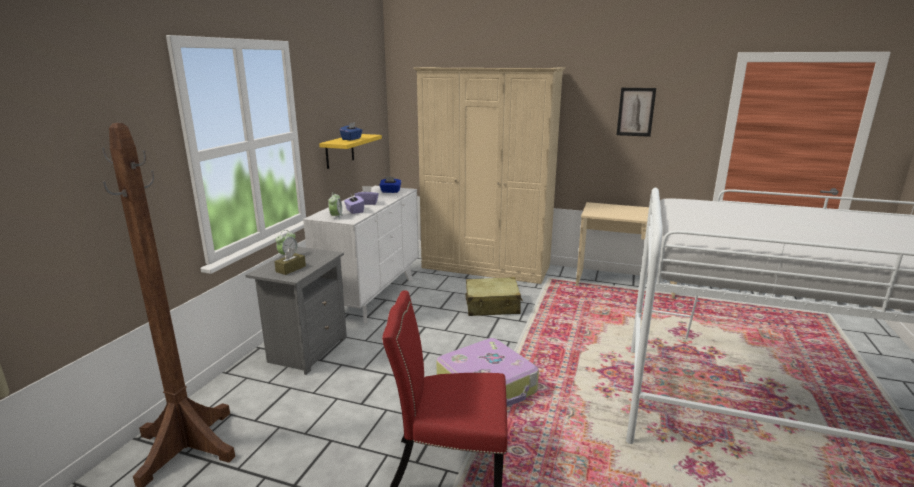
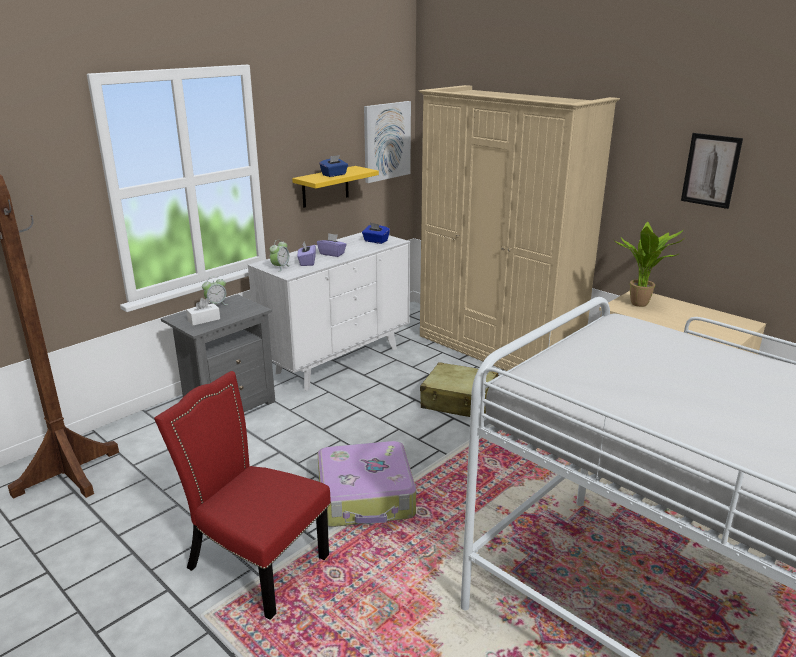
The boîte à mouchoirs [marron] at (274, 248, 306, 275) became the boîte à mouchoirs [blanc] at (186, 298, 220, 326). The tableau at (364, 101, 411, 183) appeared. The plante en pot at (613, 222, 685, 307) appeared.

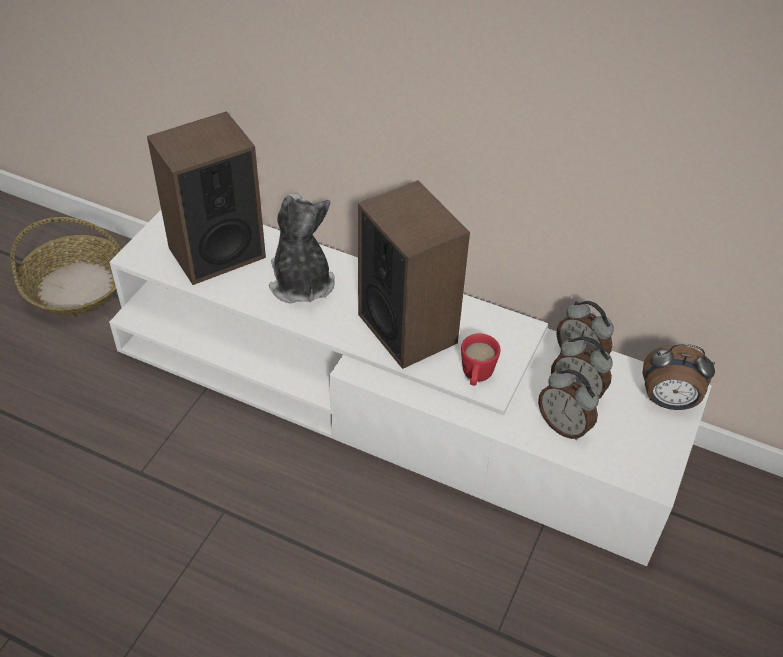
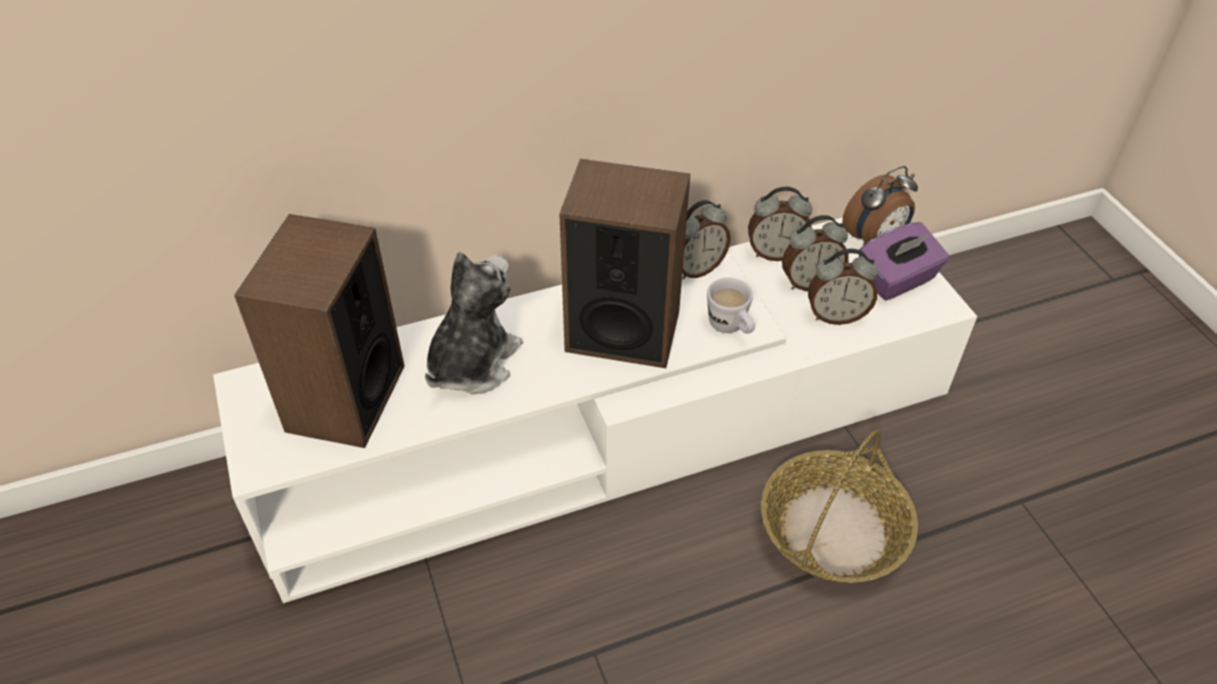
The peluche at (269, 193, 335, 303) turned 90 degrees clockwise. The panier moved from (10, 217, 122, 316) to (761, 430, 918, 583). The mug [rouge] at (461, 334, 500, 386) became the mug [blanc] at (707, 277, 755, 334). The réveil at (682, 200, 731, 280) appeared. The boîte à mouchoirs [violet] at (859, 222, 950, 300) appeared.

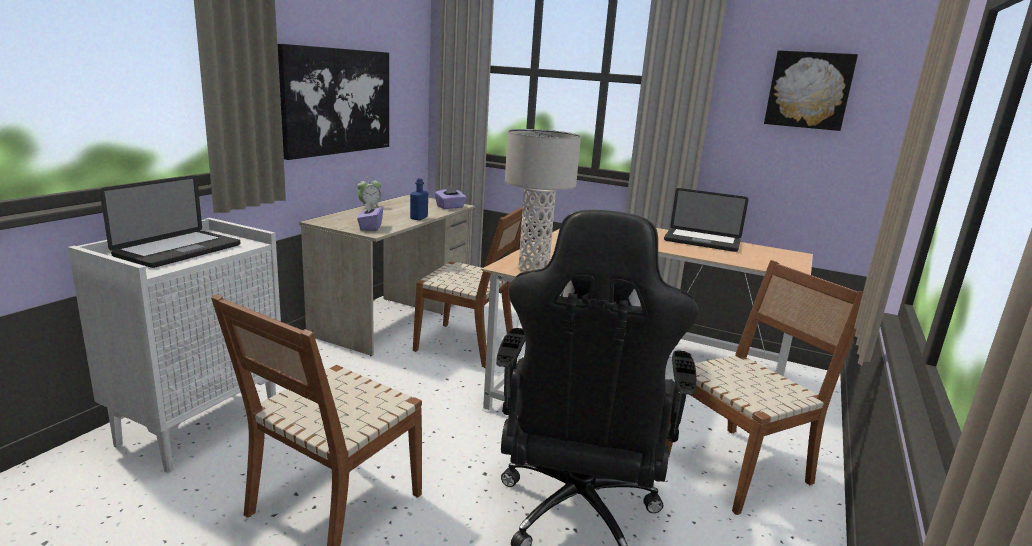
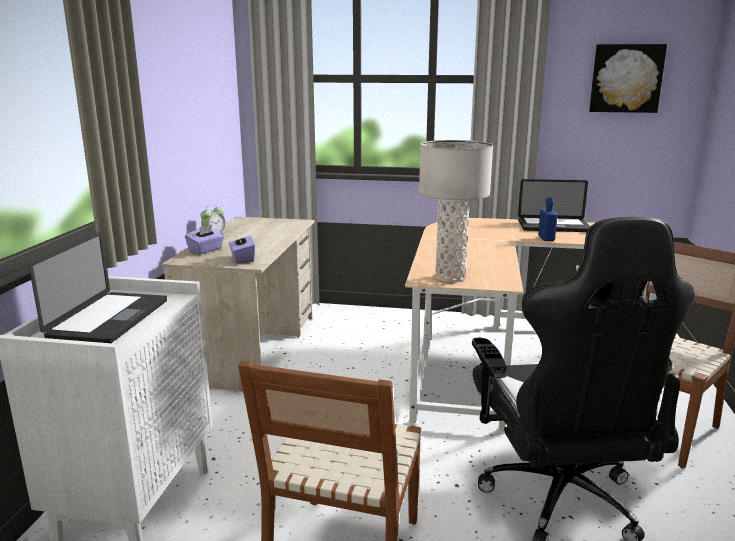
The tableau at (277, 44, 389, 160) disappeared. The bouteille [bleu] moved from (410, 178, 428, 220) to (538, 196, 558, 241). The boîte à mouchoirs [violet] moved from (435, 186, 467, 209) to (185, 225, 224, 254). The chaise at (413, 206, 529, 368) disappeared.

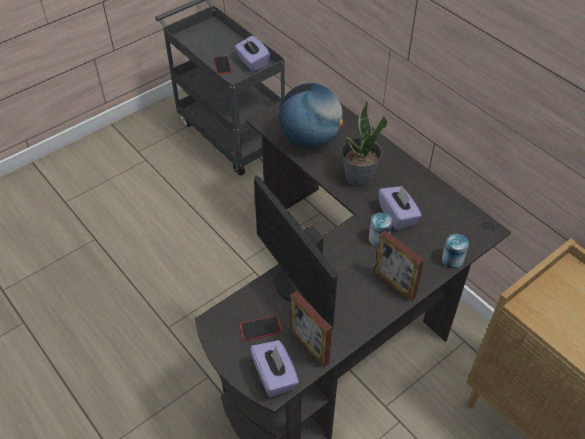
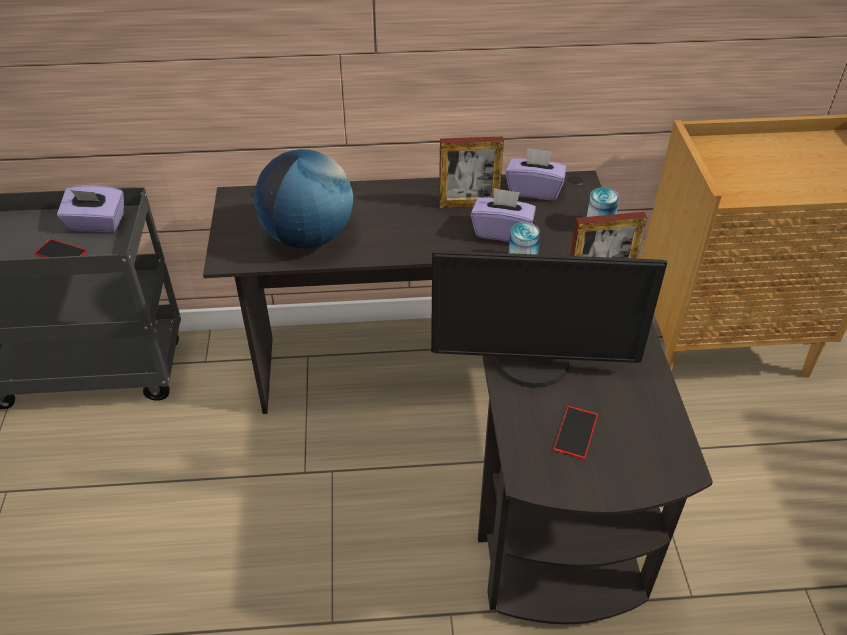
The plante en pot at (341, 100, 387, 187) disappeared. The cadre photo moved from (291, 291, 332, 367) to (439, 137, 504, 208). The boîte à mouchoirs [violet] moved from (250, 340, 299, 398) to (506, 148, 566, 200).

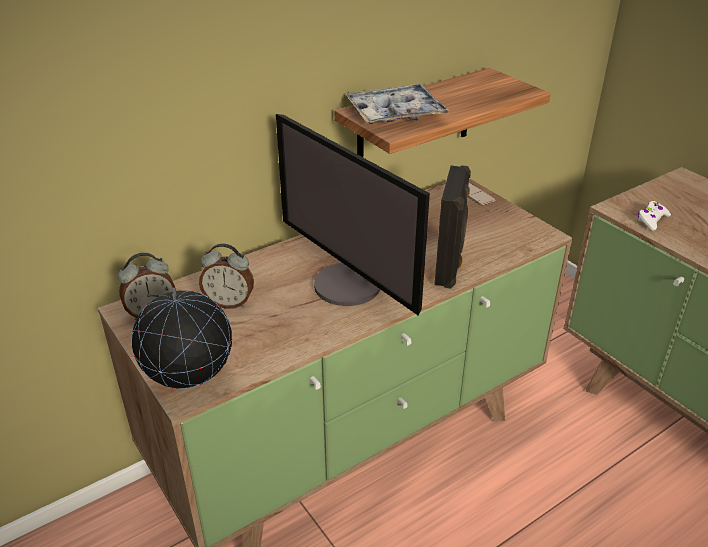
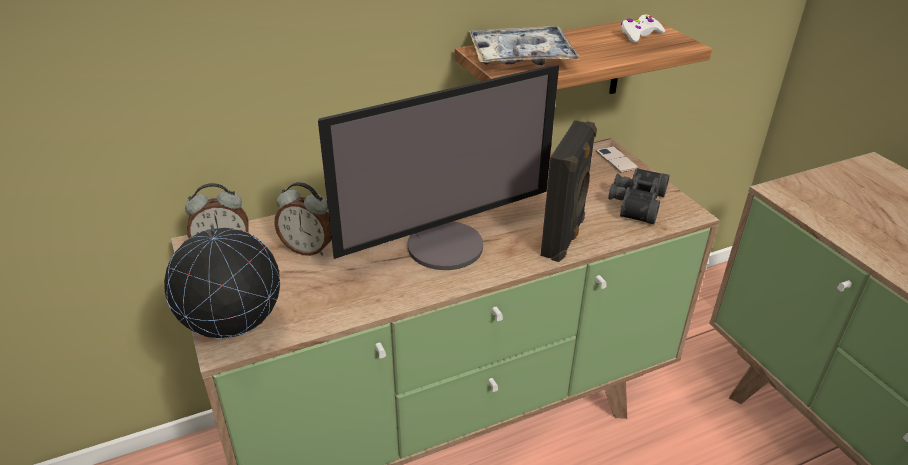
The écran d'ordinateur at (276, 114, 430, 316) turned 90 degrees counterclockwise. The manette [blanc] moved from (638, 201, 671, 231) to (621, 15, 665, 43). The jumelles [noir] at (608, 168, 670, 224) appeared.

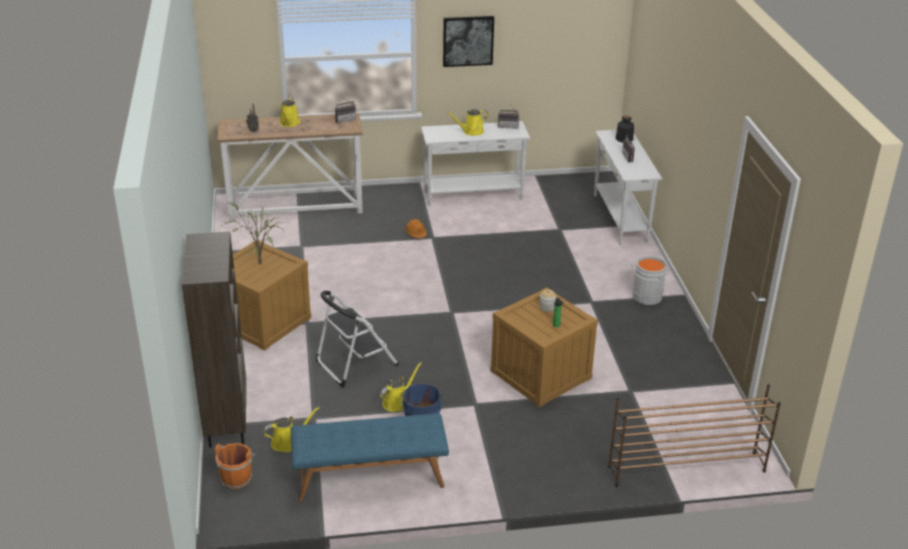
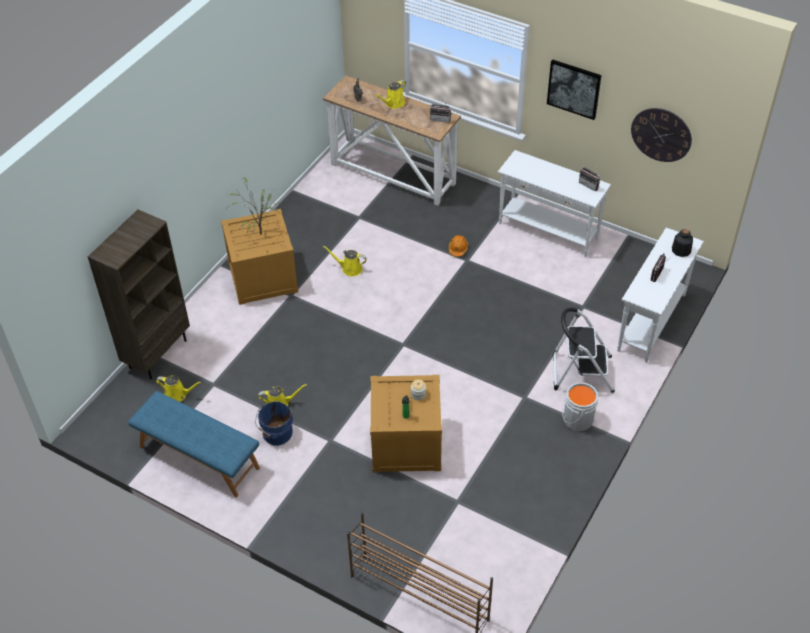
The arrosoir [jaune] moved from (448, 109, 488, 136) to (323, 246, 367, 276). The escabeau moved from (316, 291, 399, 388) to (553, 308, 615, 393). The seau [orange] at (215, 443, 255, 489) disappeared. The horloge murale at (631, 108, 692, 162) appeared.

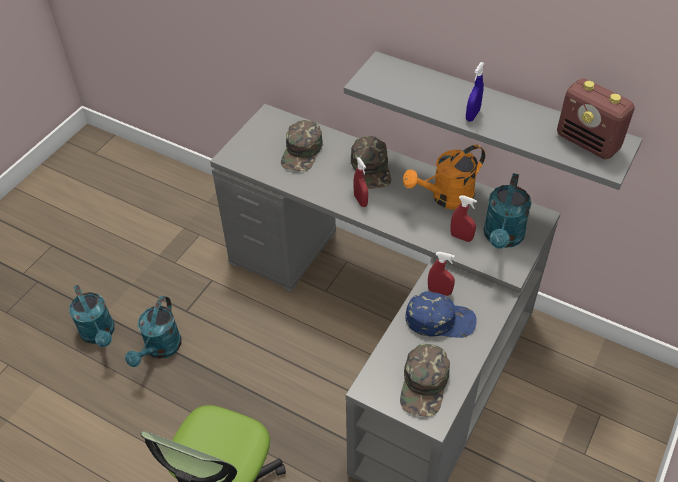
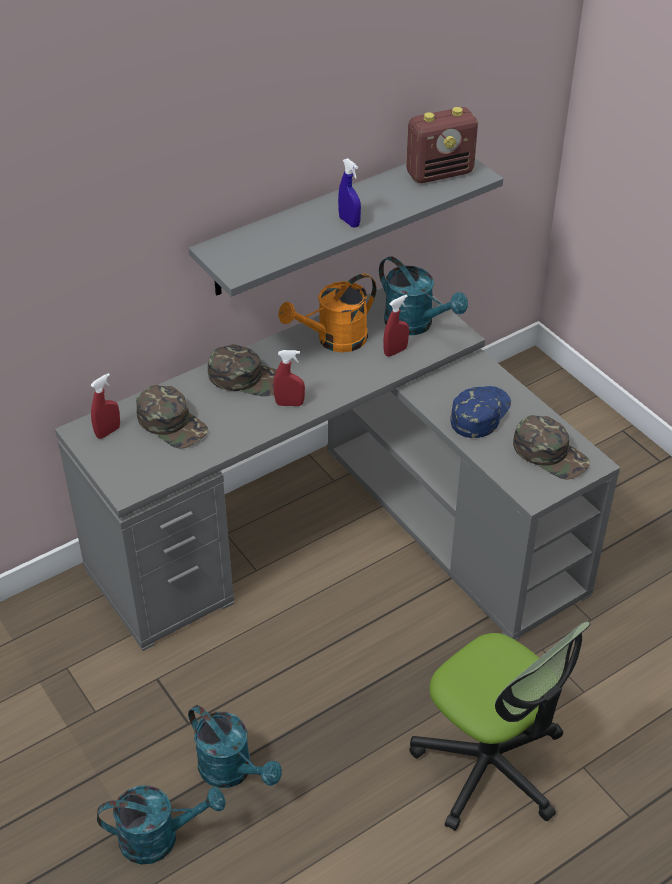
The arrosoir [orange] at (403, 145, 485, 210) turned 60 degrees clockwise. The vaporisateur [rouge] moved from (428, 252, 455, 296) to (90, 373, 120, 439).

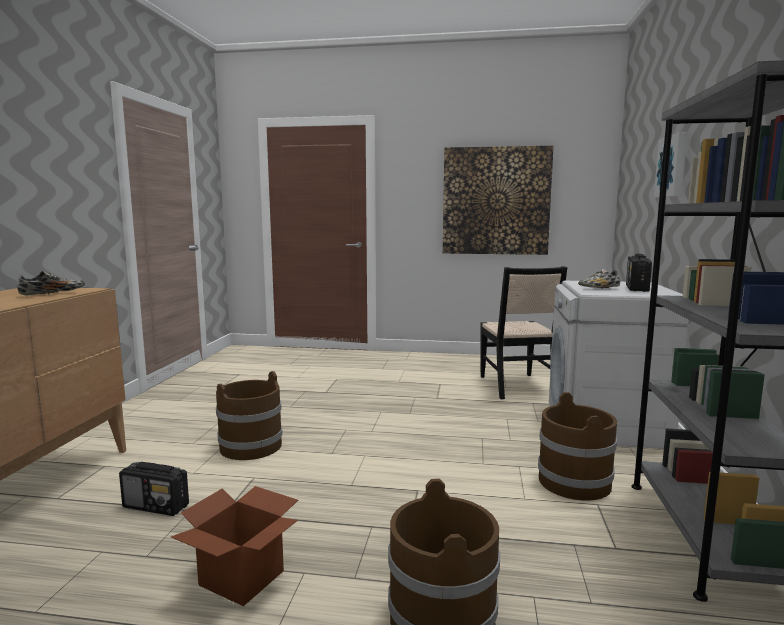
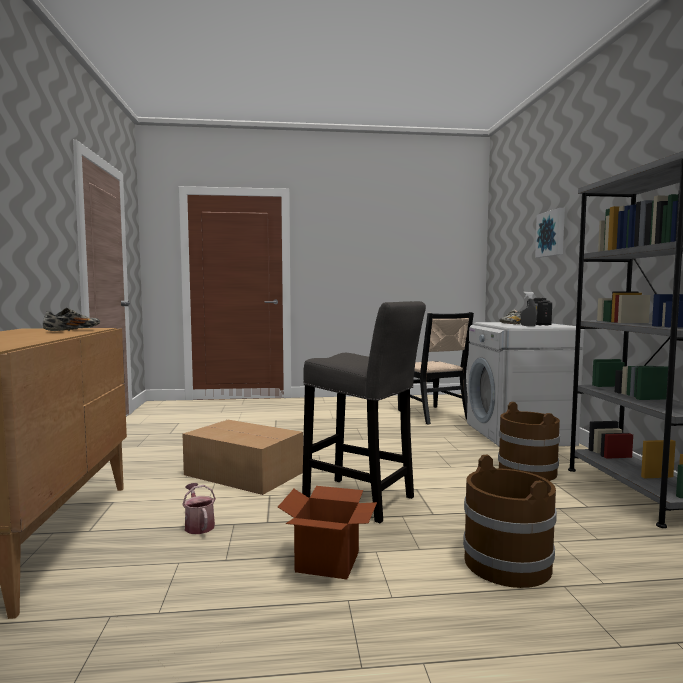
The tableau at (443, 146, 554, 255) disappeared. The seau [marron] at (216, 371, 282, 460) was replaced by the carton at (183, 420, 303, 495). The radio at (119, 462, 189, 516) was replaced by the arrosoir at (182, 483, 216, 534). The vaporisateur [gris] at (521, 292, 537, 326) appeared. The tabouret [gris] at (302, 301, 426, 523) appeared.

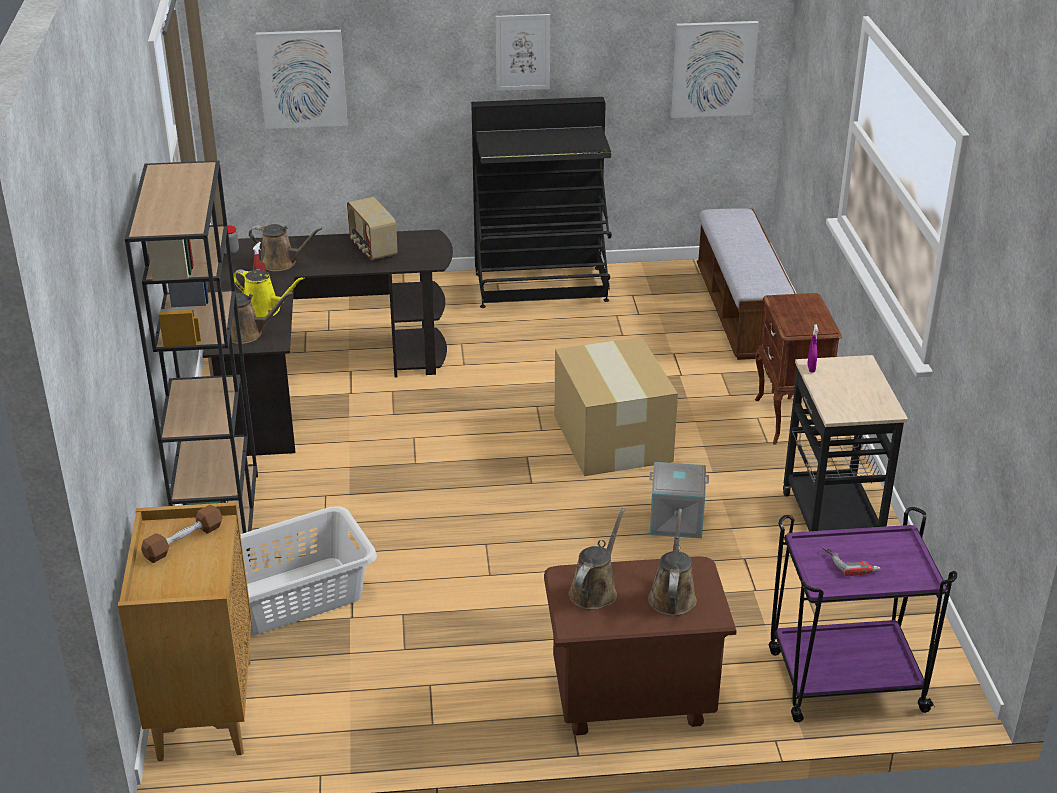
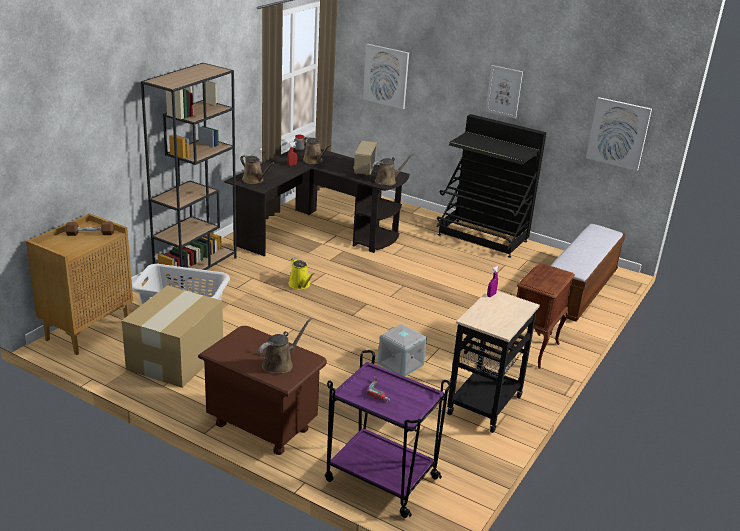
The arrosoir [jaune] moved from (233, 269, 304, 317) to (288, 258, 315, 290). The carton moved from (554, 337, 678, 476) to (122, 285, 223, 388). The arrosoir [marron] moved from (569, 508, 625, 610) to (372, 153, 414, 186).

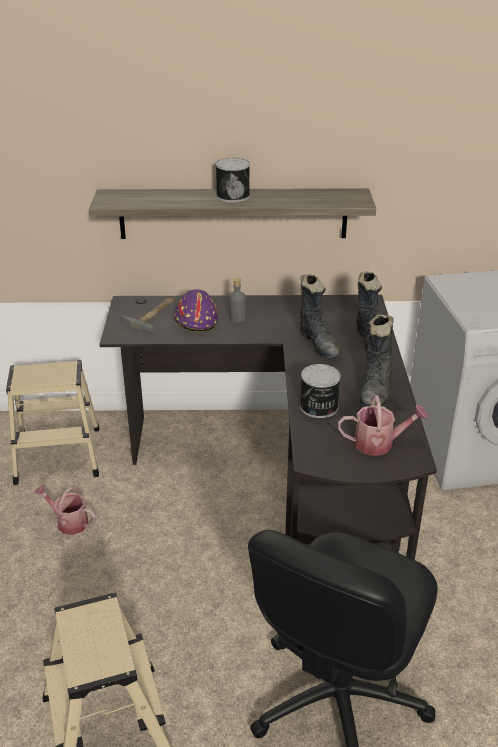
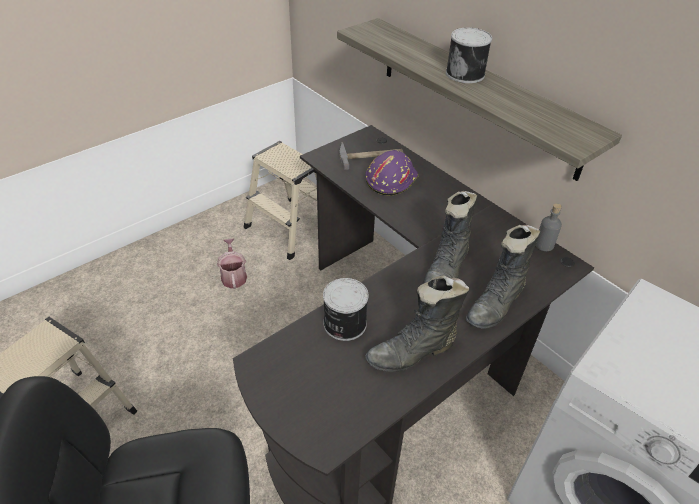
The bouteille [gris] moved from (229, 278, 246, 323) to (535, 203, 562, 251). The arrosoir at (338, 395, 428, 456) disappeared.

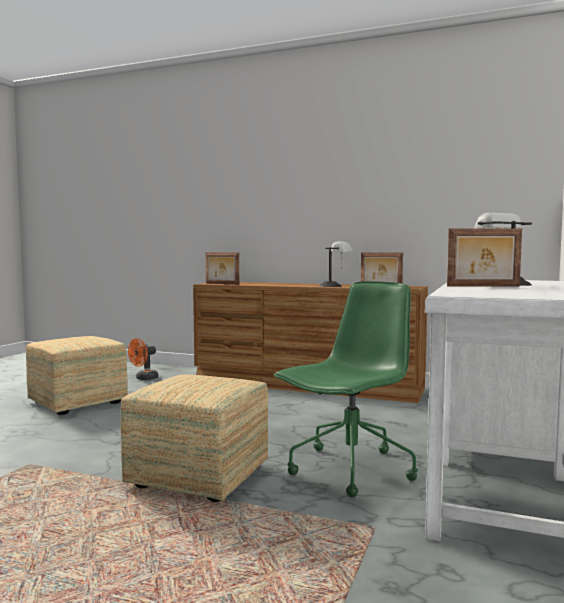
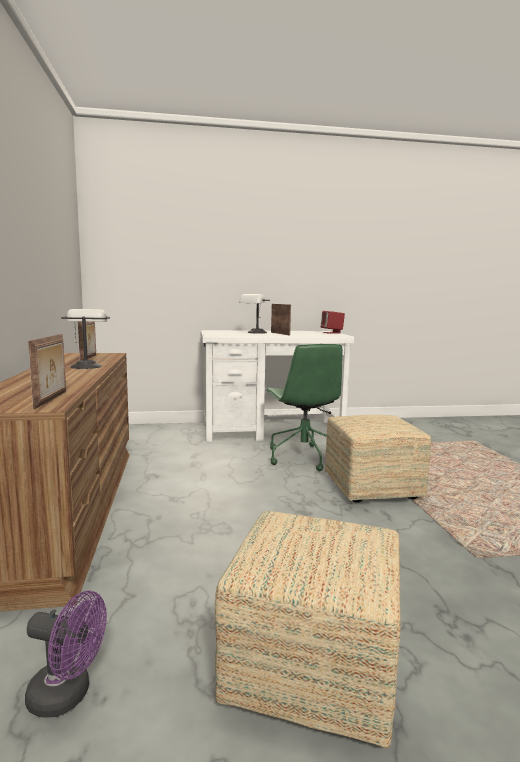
The chaise de bureau [vert] at (273, 281, 418, 497) turned 120 degrees counterclockwise. The ventilateur [orange] at (128, 338, 159, 380) became the ventilateur [violet] at (25, 591, 107, 718). The enceinte [rouge] at (320, 311, 345, 334) appeared.

